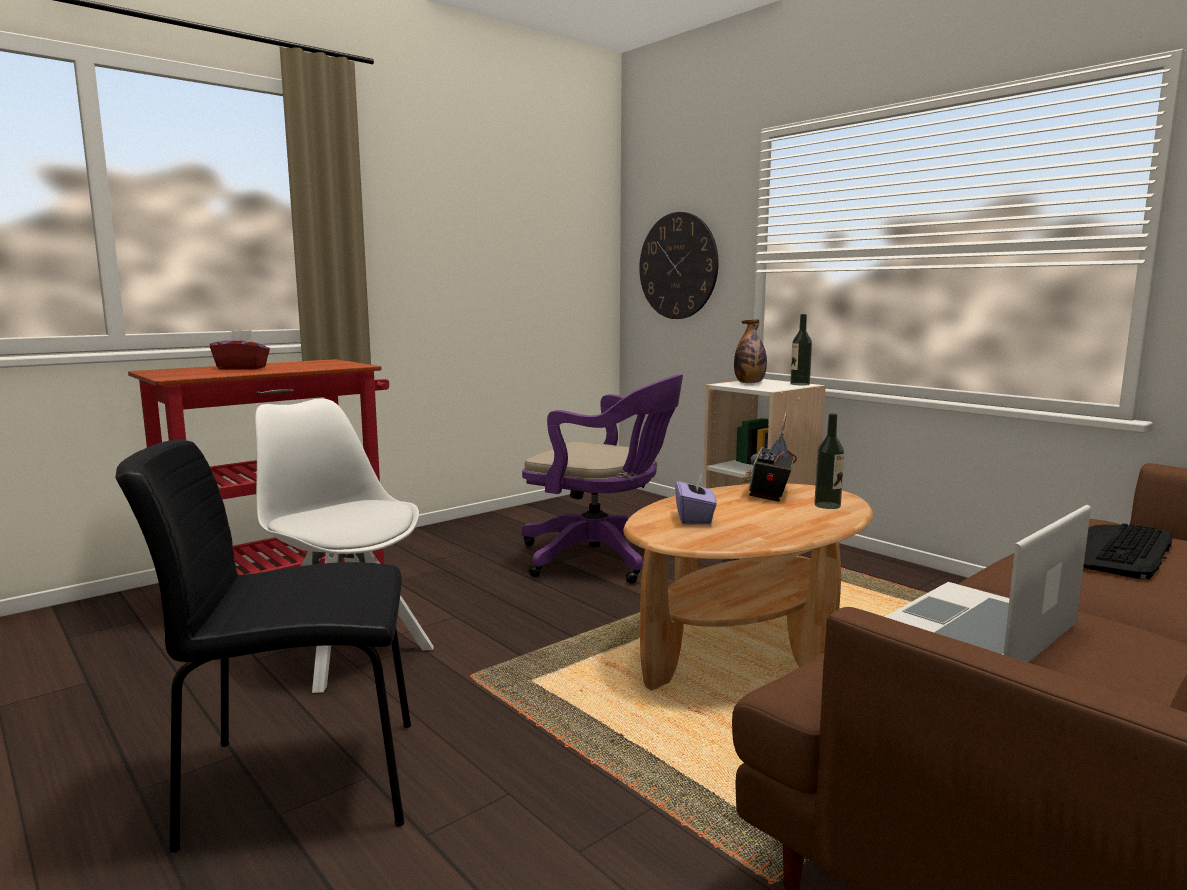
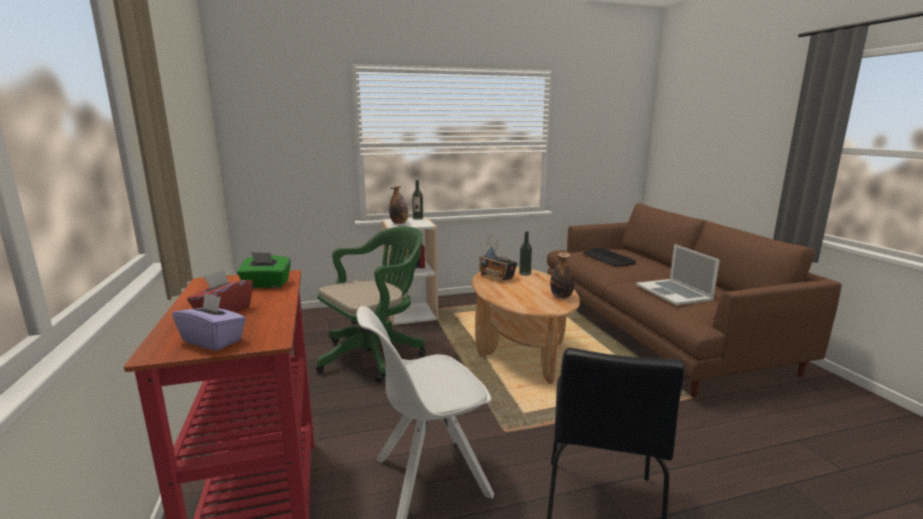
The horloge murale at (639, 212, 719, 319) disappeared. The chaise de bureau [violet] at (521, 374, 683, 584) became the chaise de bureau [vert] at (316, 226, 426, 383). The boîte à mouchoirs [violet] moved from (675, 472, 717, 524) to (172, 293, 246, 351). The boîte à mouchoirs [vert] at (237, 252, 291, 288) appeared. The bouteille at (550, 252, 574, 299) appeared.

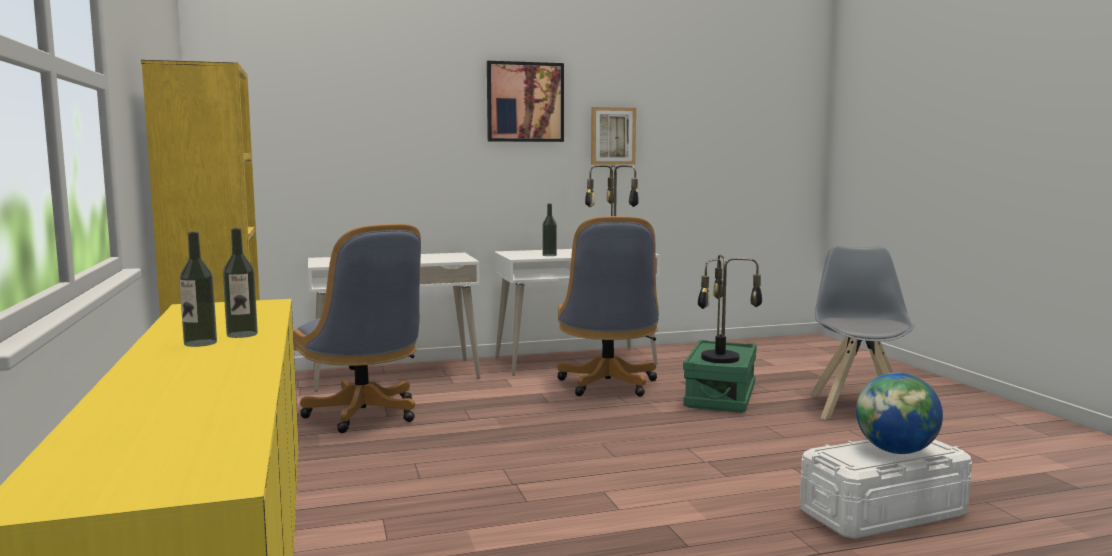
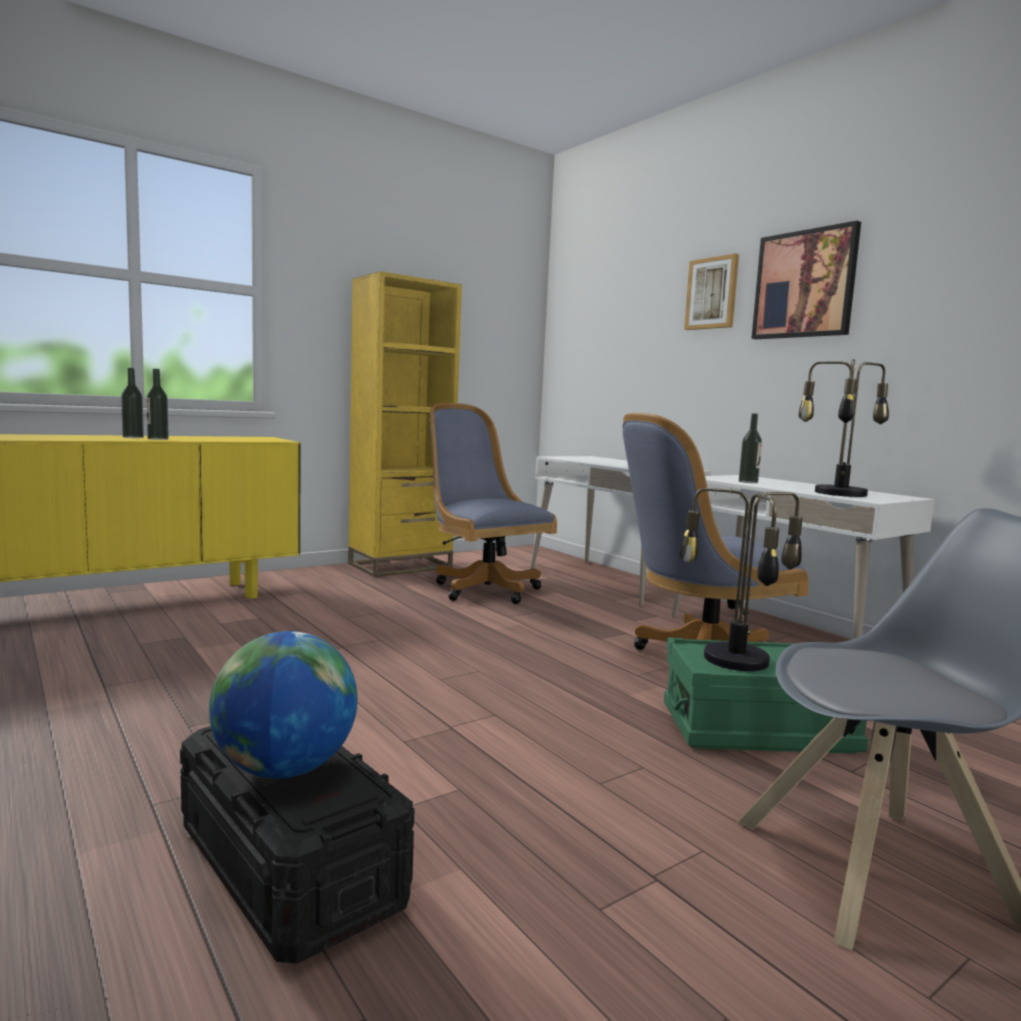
The tableau moved from (591, 107, 636, 164) to (684, 254, 739, 330). The chaise de bureau [bleu] at (293, 224, 421, 433) turned 105 degrees clockwise. The boîte de rangement [blanc] at (800, 439, 972, 539) became the boîte de rangement [noir] at (180, 726, 414, 964).

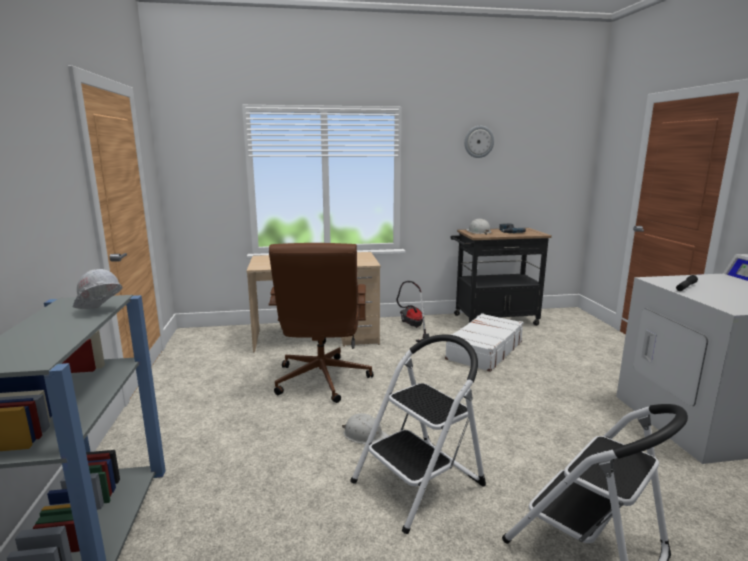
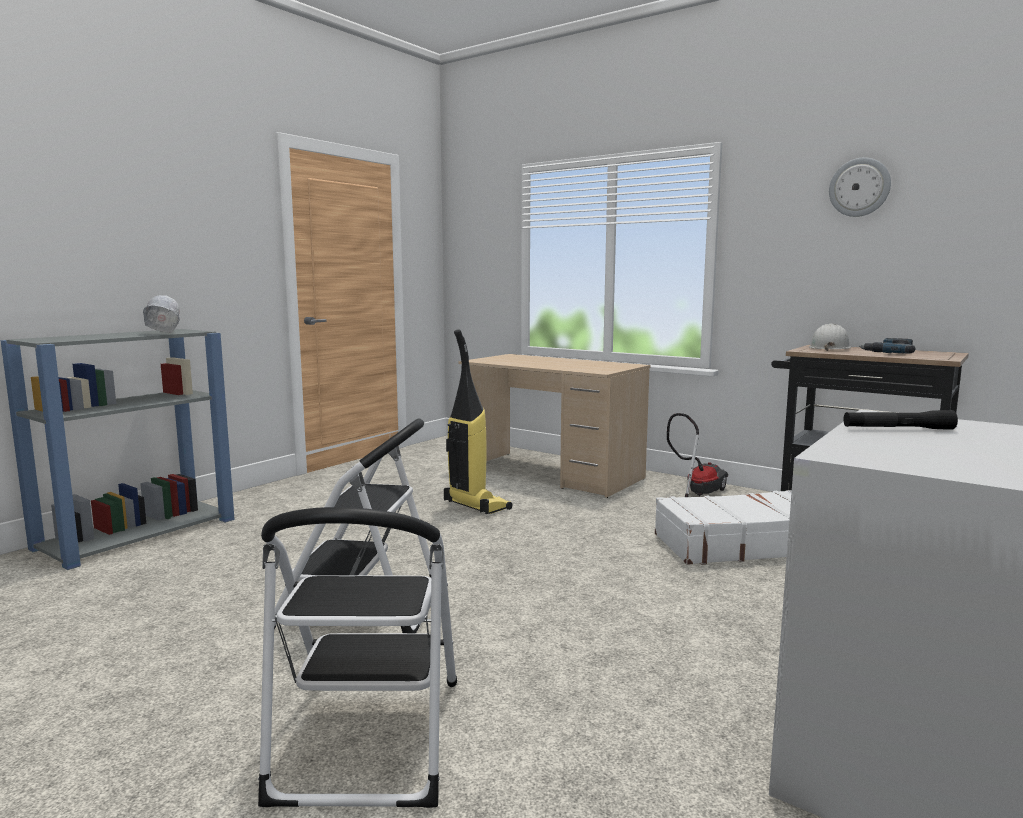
The chaise de bureau [marron] at (269, 243, 373, 403) was replaced by the aspirateur at (444, 329, 512, 514). The casque de chantier [blanc] at (342, 413, 389, 444) disappeared.

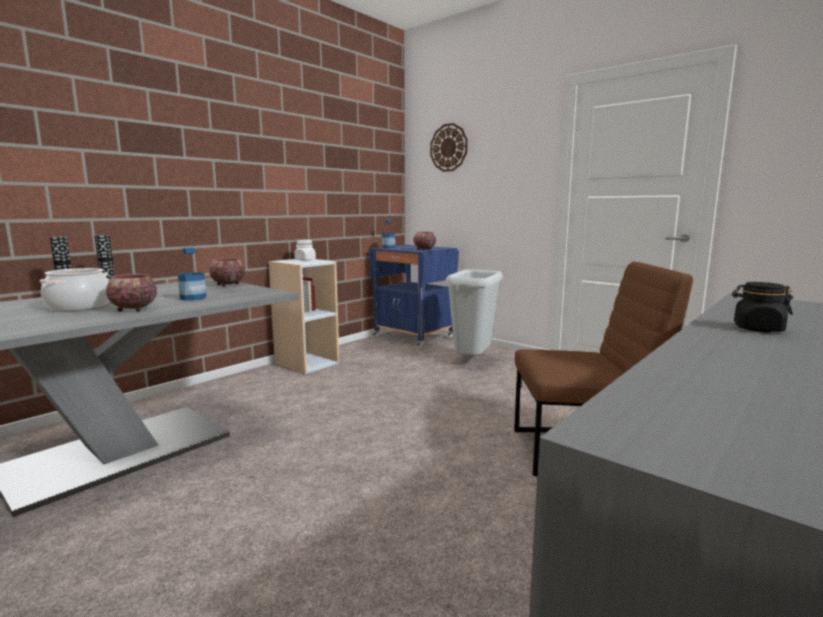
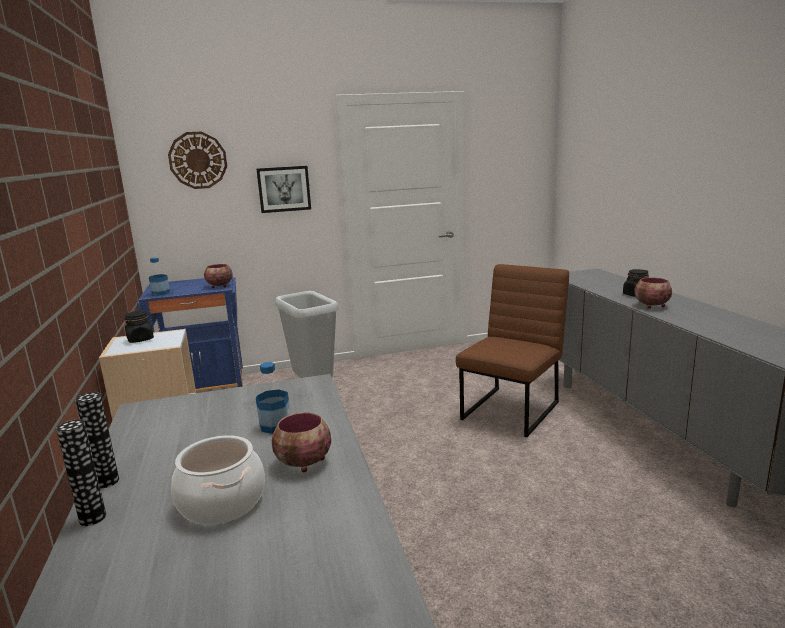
The bocal [blanc] at (294, 240, 316, 261) became the bocal [noir] at (125, 311, 154, 343). The bol moved from (209, 258, 245, 287) to (634, 277, 672, 308). The tableau at (256, 166, 311, 213) appeared.

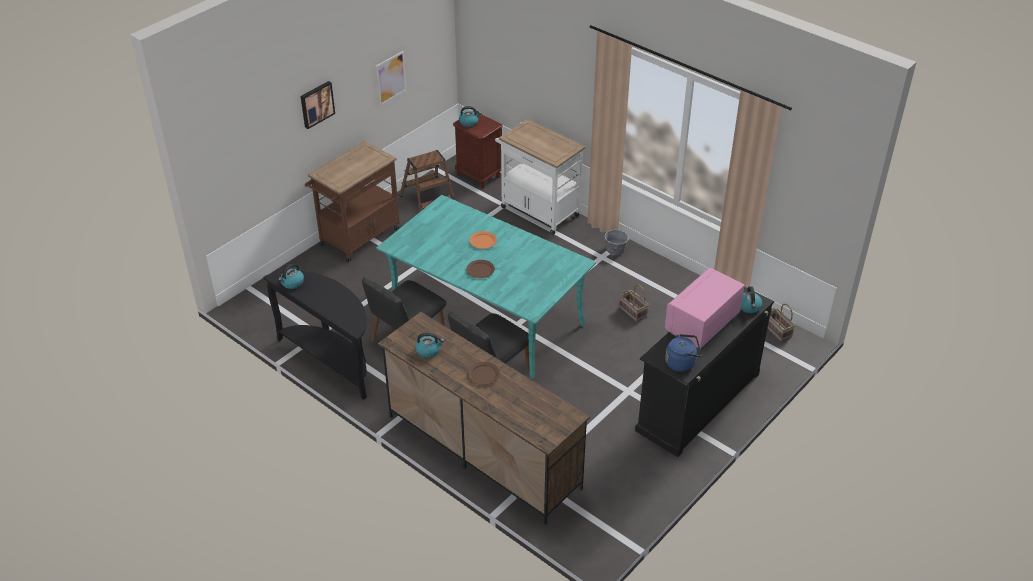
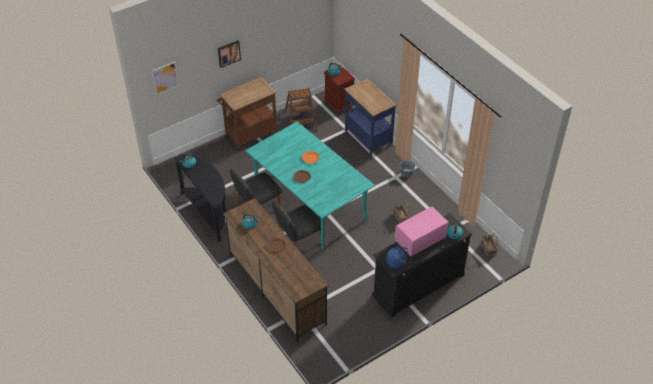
The tableau moved from (376, 51, 407, 106) to (152, 62, 179, 95). The chariot [blanc] at (495, 119, 586, 235) became the chariot [bleu] at (343, 79, 397, 156).

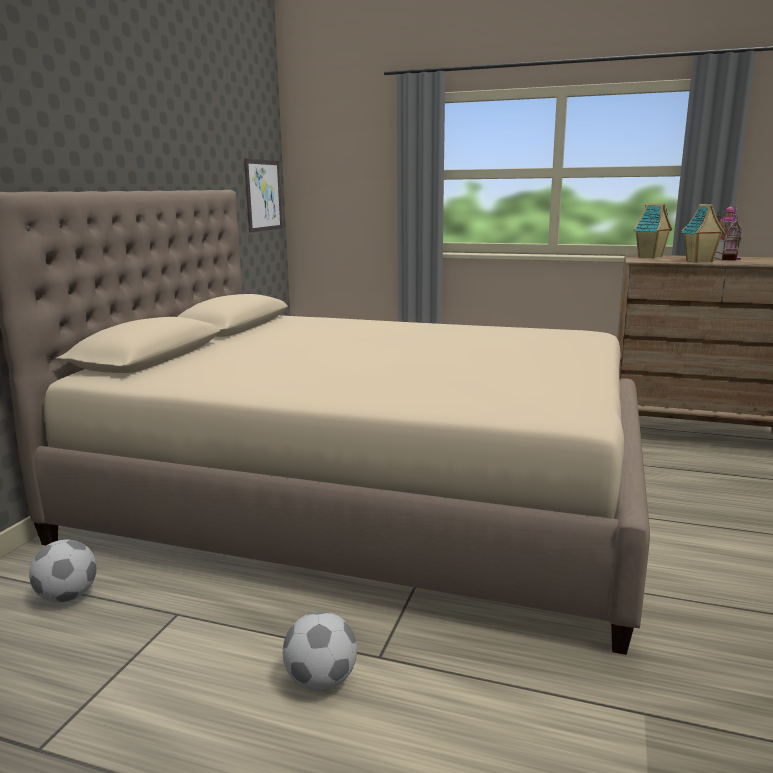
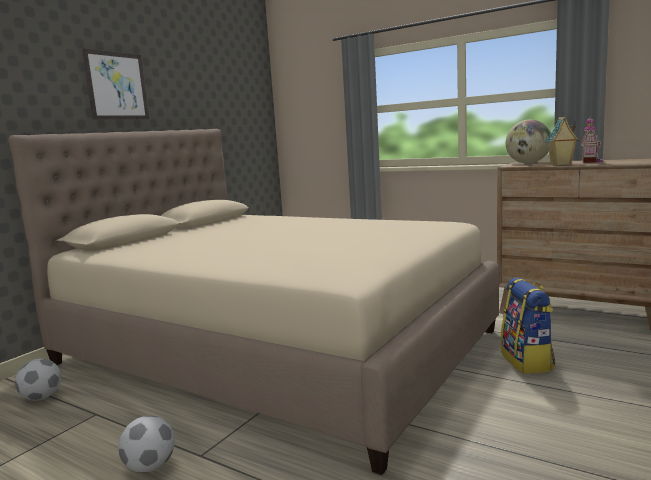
The tableau moved from (244, 158, 283, 233) to (82, 48, 149, 120). The maison miniature at (633, 203, 672, 258) was replaced by the globe at (506, 120, 551, 163). The sac à dos at (501, 277, 555, 374) appeared.

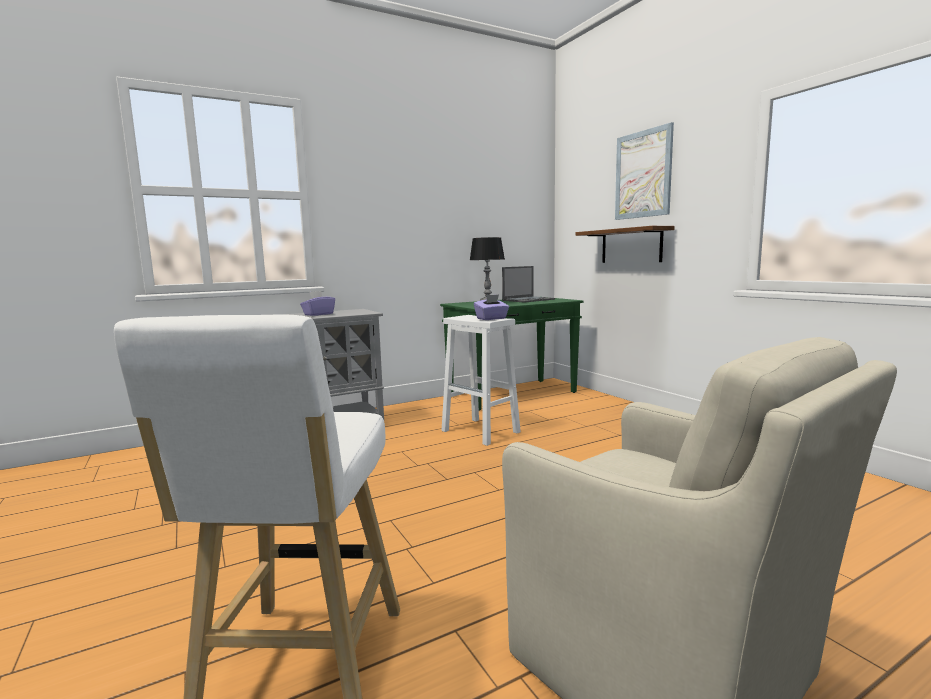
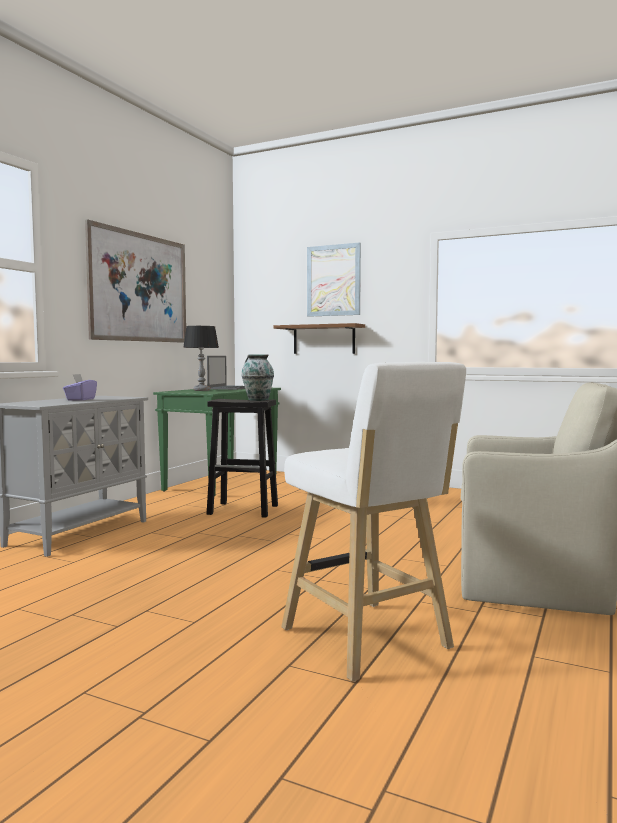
The boîte à mouchoirs [violet] at (474, 294, 509, 320) was replaced by the vase at (242, 354, 274, 401). The tabouret [blanc] at (442, 315, 521, 446) became the tabouret [noir] at (207, 399, 278, 518). The tableau at (85, 219, 186, 343) appeared.

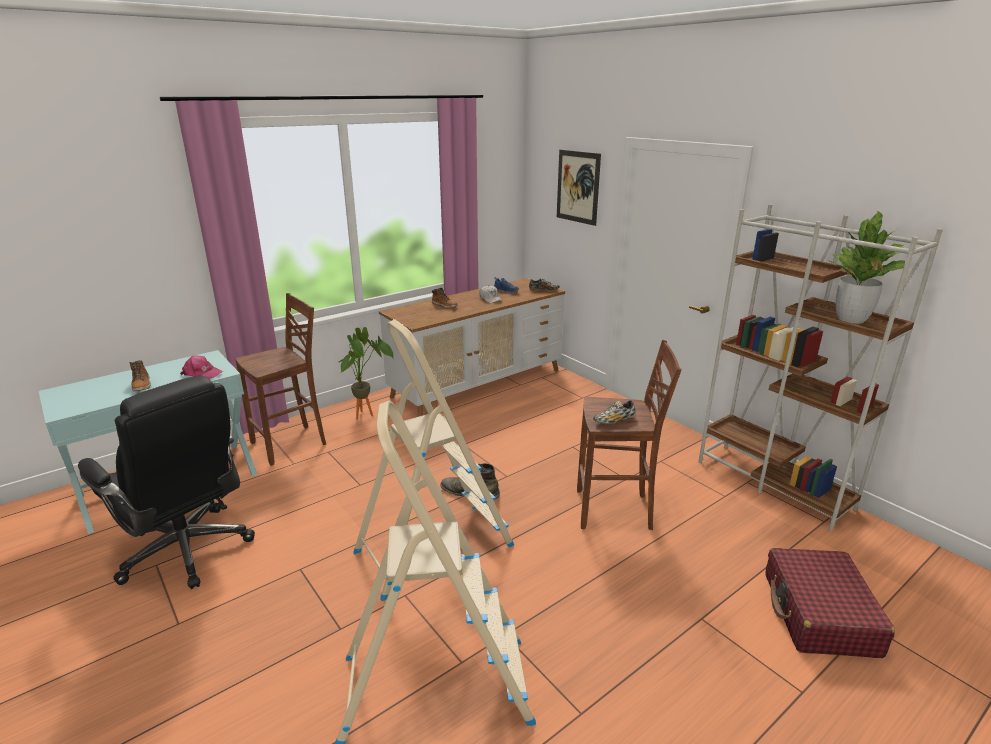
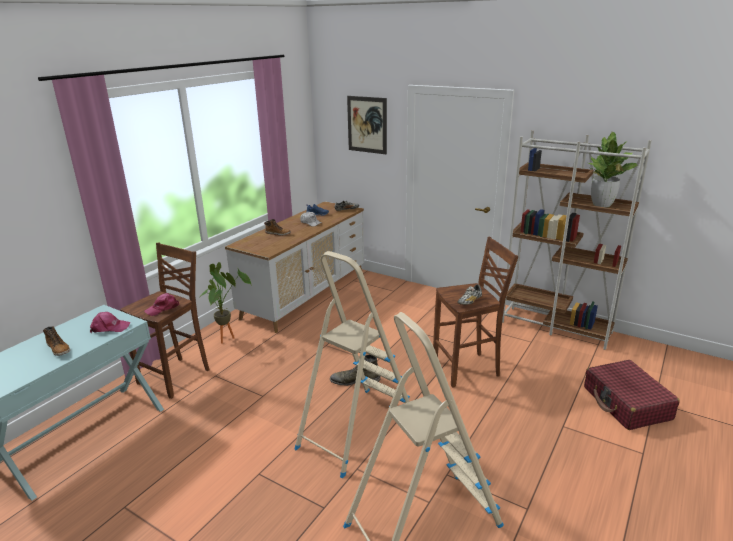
The chaise de bureau [noir] at (78, 375, 255, 589) disappeared. The casquette [rose] at (144, 293, 179, 316) appeared.

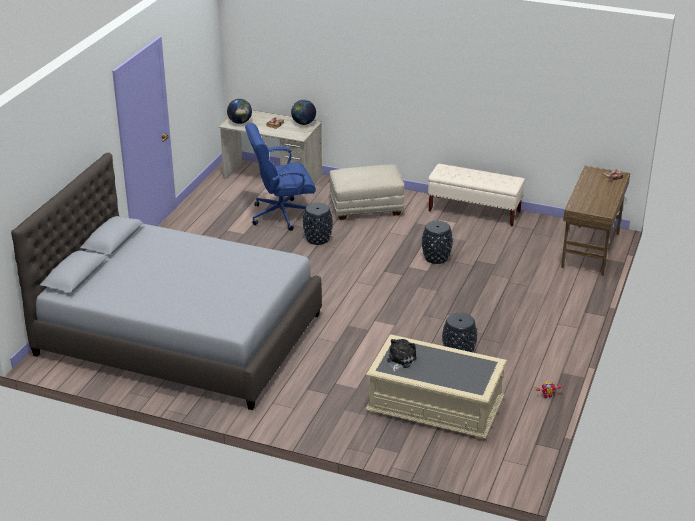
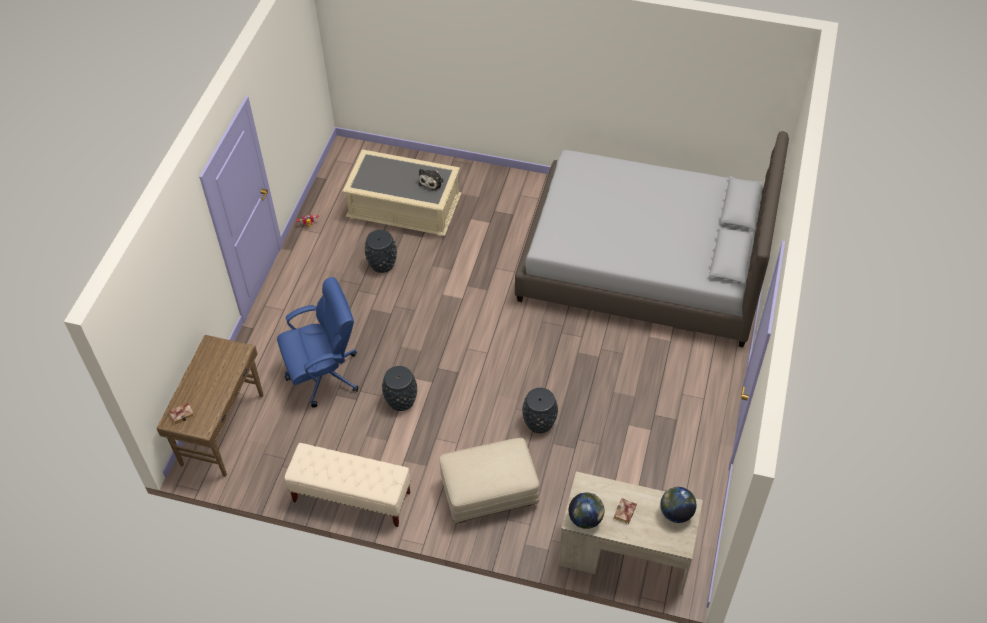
The chaise de bureau [bleu] moved from (245, 123, 316, 231) to (277, 277, 358, 408).

